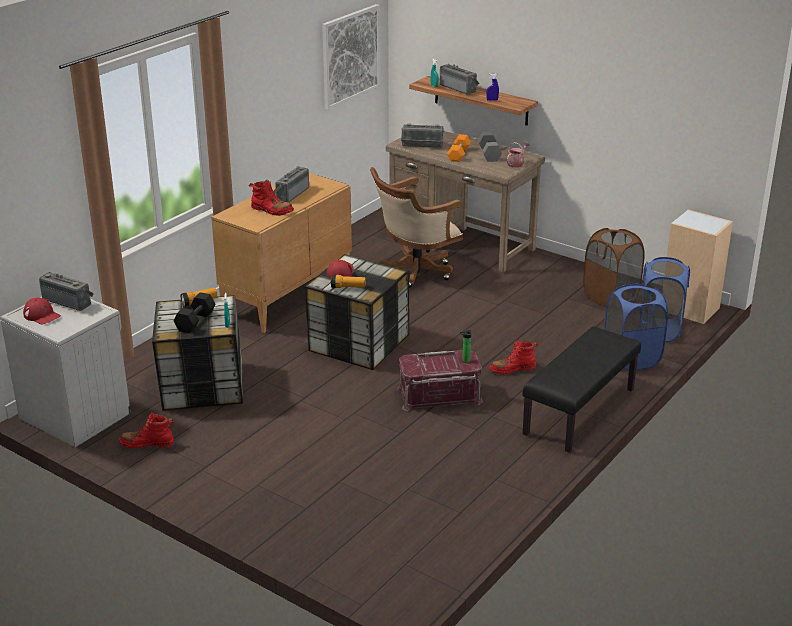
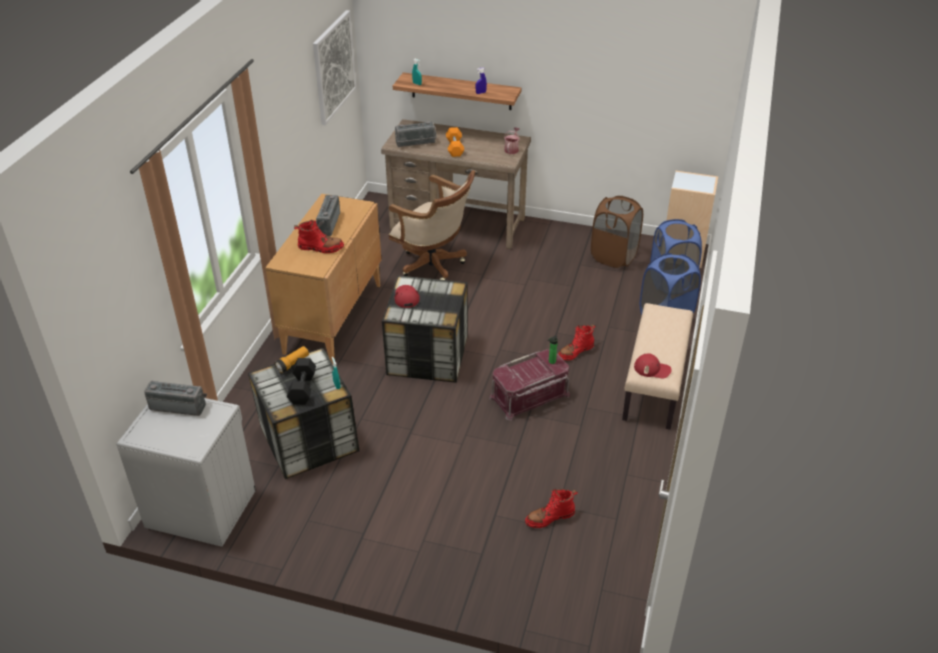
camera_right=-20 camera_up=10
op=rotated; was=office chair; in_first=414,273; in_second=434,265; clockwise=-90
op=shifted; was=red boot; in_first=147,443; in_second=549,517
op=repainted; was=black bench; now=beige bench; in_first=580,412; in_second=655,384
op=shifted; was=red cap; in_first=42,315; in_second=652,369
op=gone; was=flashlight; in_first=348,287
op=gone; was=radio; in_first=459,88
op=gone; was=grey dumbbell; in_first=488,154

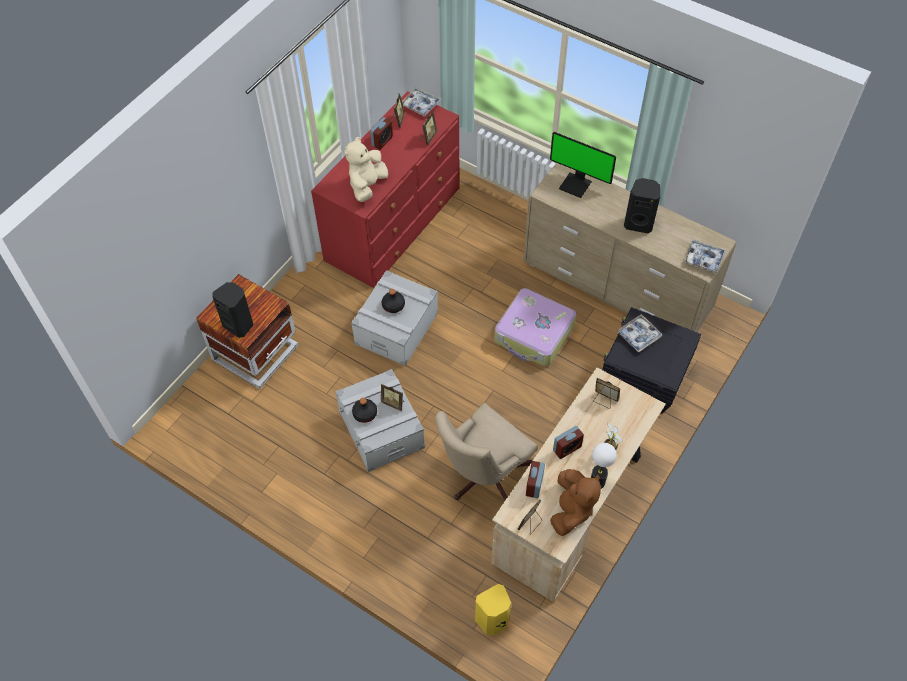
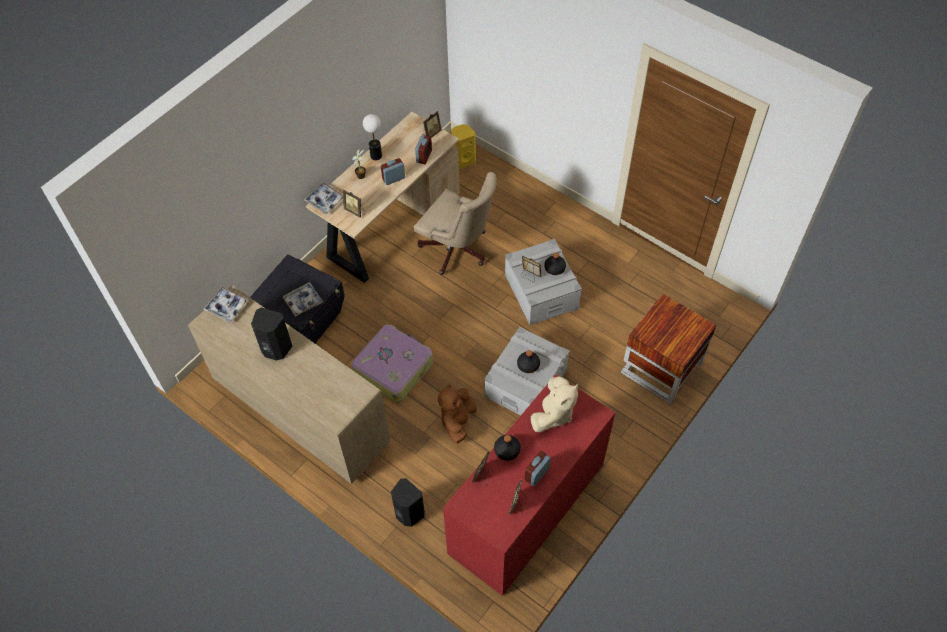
camera_right=-175 camera_up=0
op=shifted; was=tray; in_first=420,105; in_second=325,201
op=shifted; was=black speaker; in_first=239,325; in_second=408,514
op=rotated; was=beige office chair; in_first=483,476; in_second=458,251; clockwise=75
op=shifted; was=brown plush toy; in_first=571,510; in_second=457,421
op=new; now=black bottle; in_second=506,450
op=gone; was=monitor; in_first=576,184

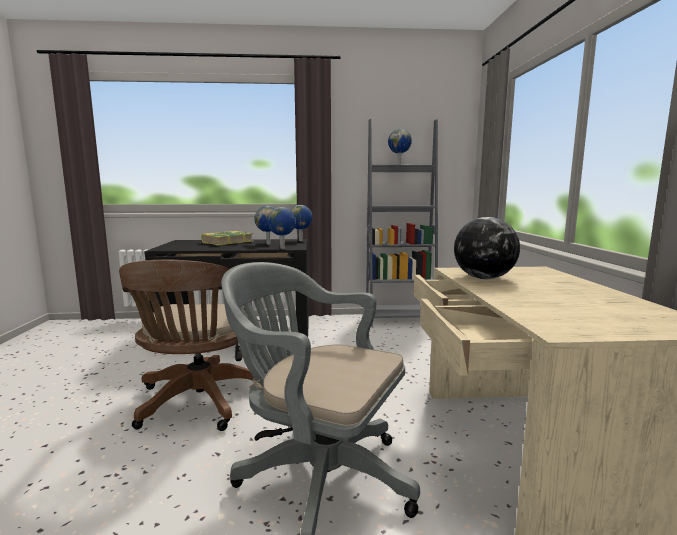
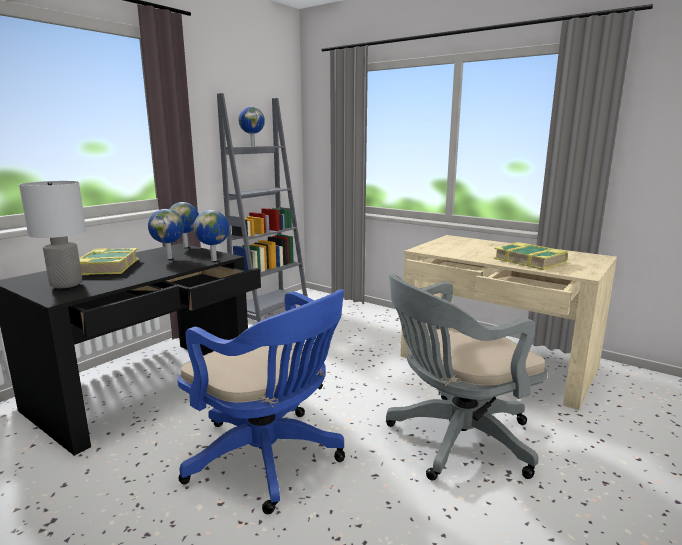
camera_right=-50 camera_up=5
op=new; now=grey table lamp; in_second=66,286
op=repainted; was=brown office chair; now=blue office chair; in_first=199,403; in_second=270,459
op=new; now=book; in_second=530,261
op=gone; was=globe; in_first=483,278

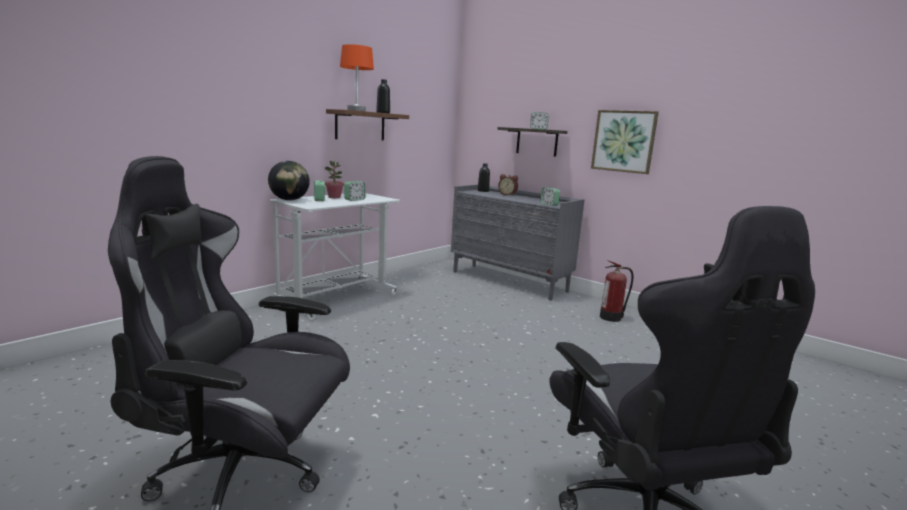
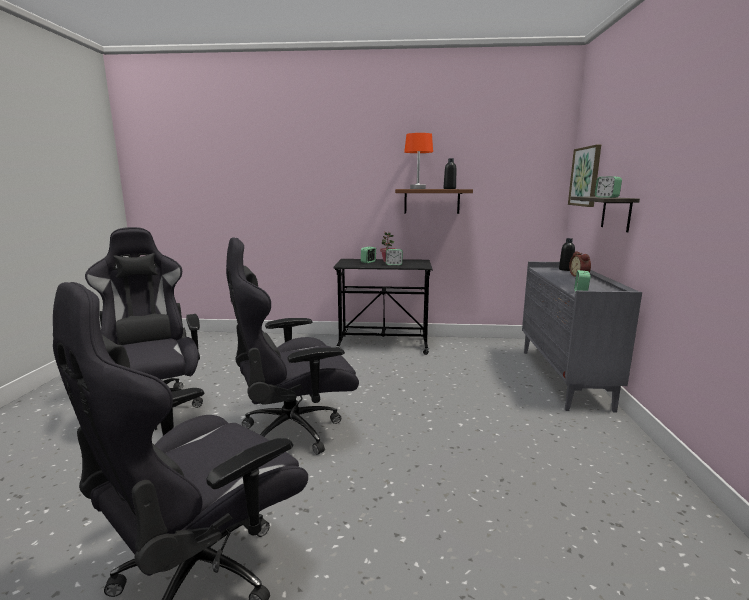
camera_right=55 camera_up=0
op=new; now=black office chair; in_second=297,430
op=repainted; was=white desk; now=black desk; in_first=338,298; in_second=383,344
op=shifted; was=picture; in_first=624,141; in_second=585,176
op=gone; was=globe; in_first=289,200
op=gone; was=fire extinguisher; in_first=611,317

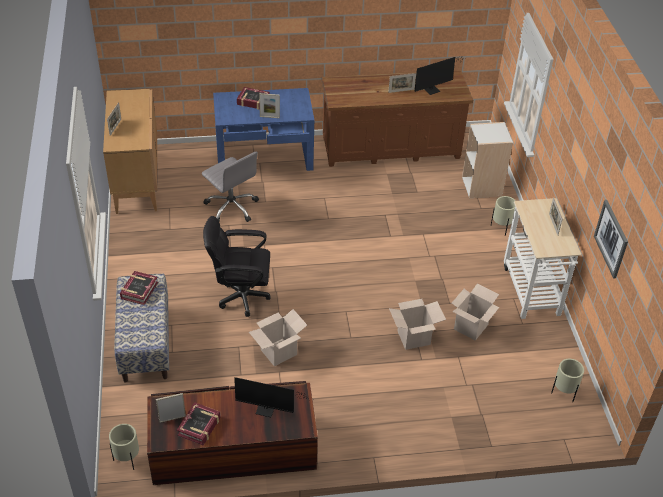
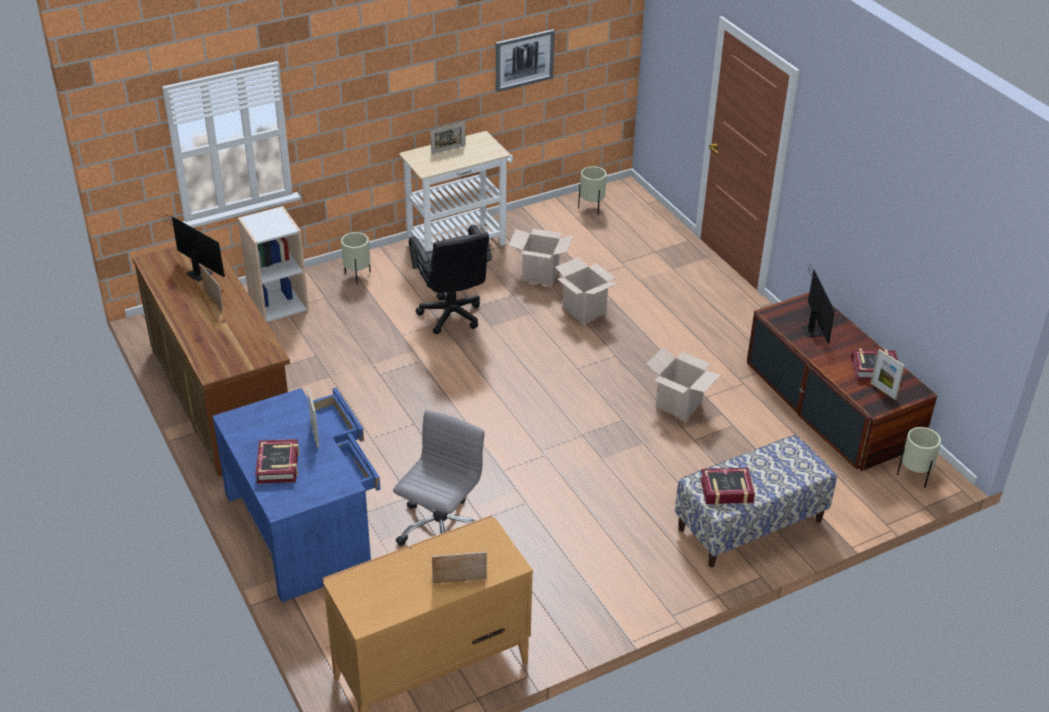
camera_right=-110 camera_up=-5
op=shifted; was=black office chair; in_first=240,299; in_second=453,318

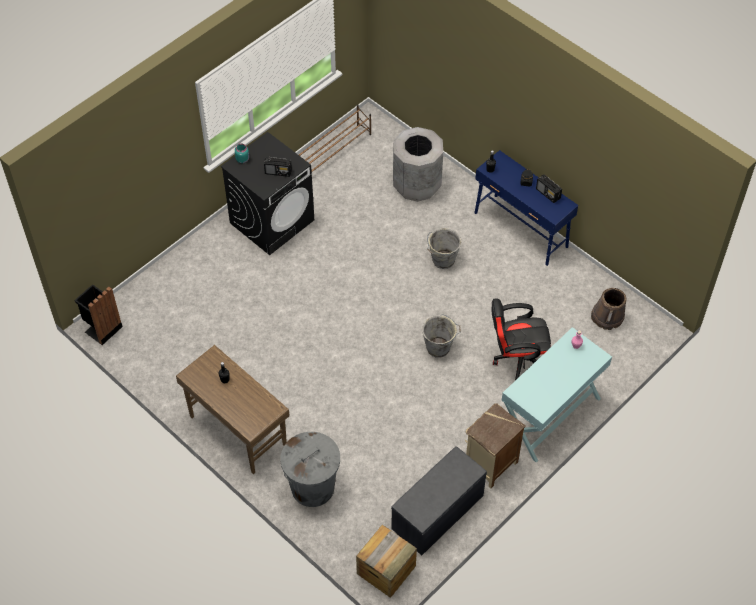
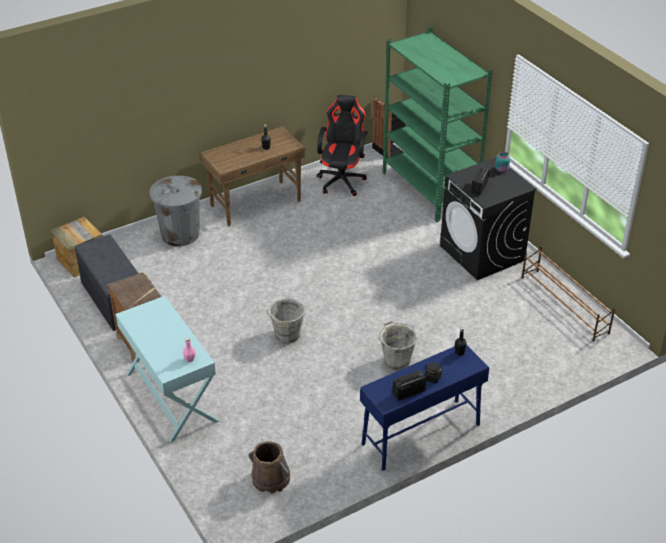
camera_right=105 camera_up=-15
op=shifted; was=black office chair; in_first=515,360; in_second=342,180
op=new; now=green bookcase; in_second=429,189
op=gone; was=grey trash can; in_first=417,185

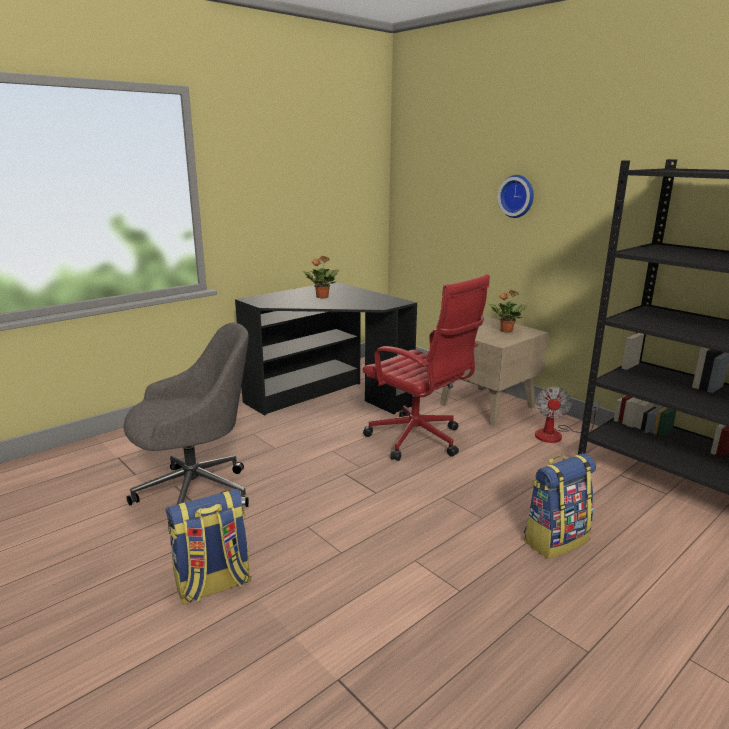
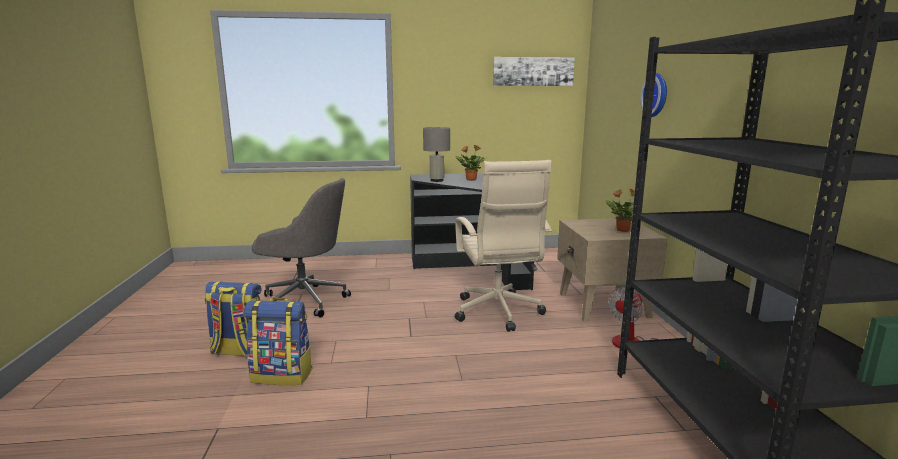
camera_right=35 camera_up=-5
op=shifted; was=backpack; in_first=555,539; in_second=282,375
op=new; now=grey table lamp; in_second=437,180
op=repainted; was=red office chair; now=beige office chair; in_first=419,440; in_second=499,313
op=new; now=picture; in_second=533,71

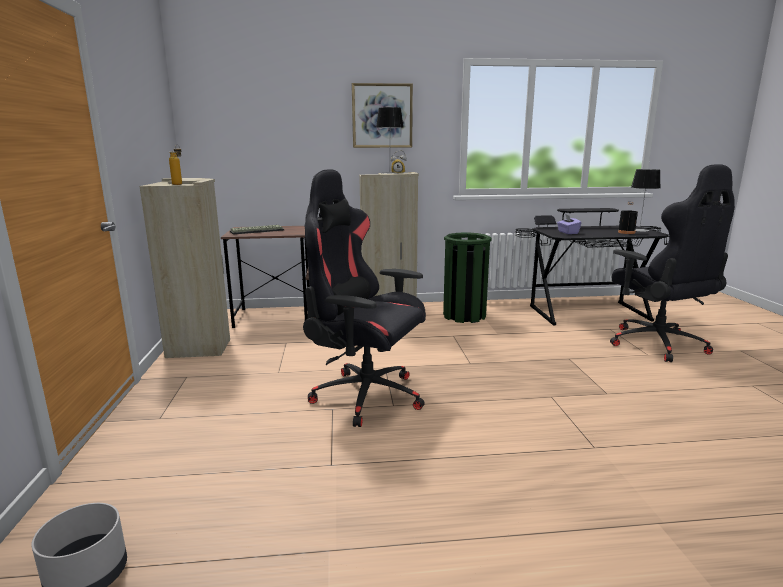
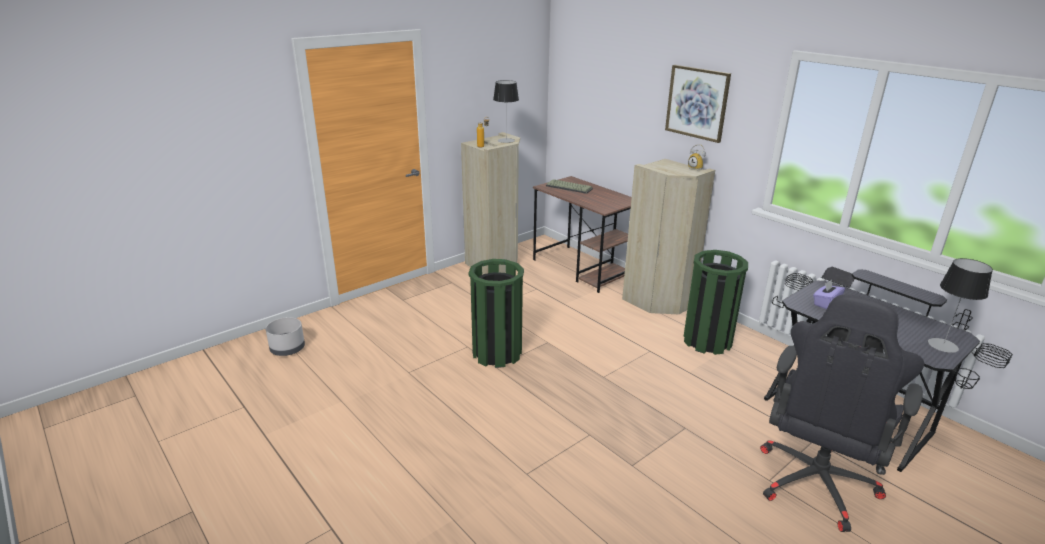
camera_right=55 camera_up=10
op=swapped; was=black office chair; now=green trash can; in_first=369,396; in_second=497,353
op=shifted; was=table lamp; in_first=390,173; in_second=506,140
op=gone; was=black bottle; in_first=626,232

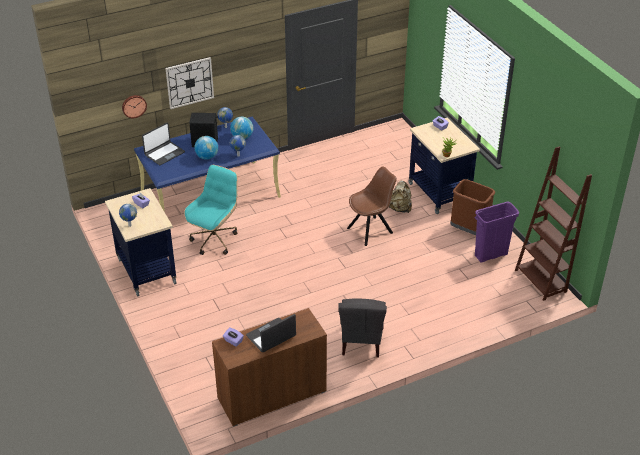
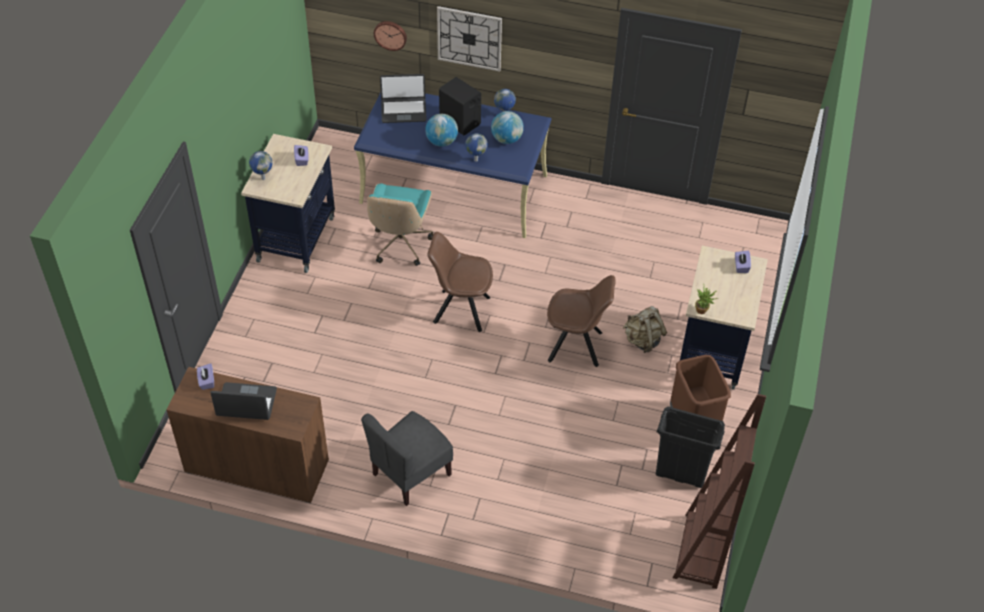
camera_right=40 camera_up=10
op=rotated; was=turquoise office chair; in_first=215,240; in_second=400,246; clockwise=120
op=new; now=brown chair; in_second=461,310
op=repainted; was=purple trash can; now=black trash can; in_first=491,255; in_second=681,474

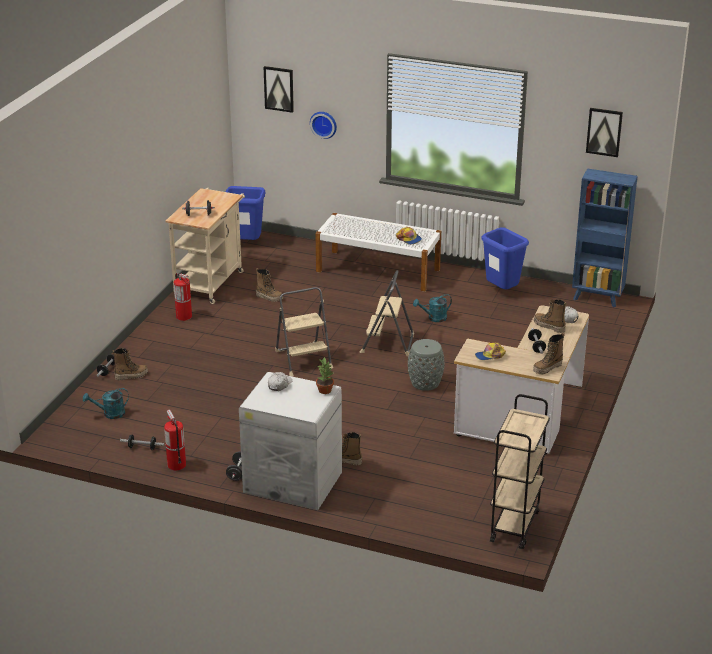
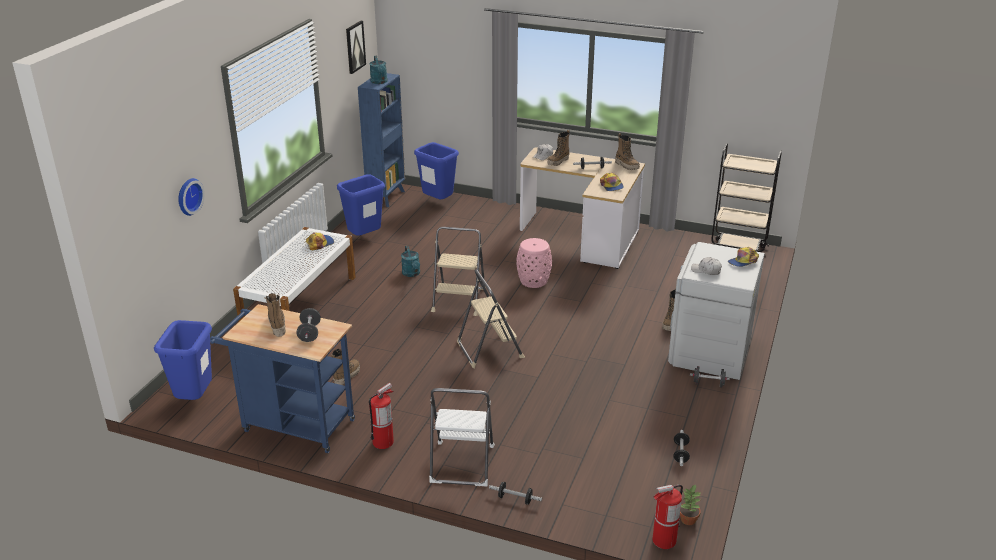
camera_right=-90 camera_up=0
op=repainted; was=beige cart; now=blue cart; in_first=211,281; in_second=293,424
op=shifted; was=boot; in_first=131,376; in_second=277,325
op=shifted; was=turquoise watering can; in_first=110,414; in_second=379,82
op=new; now=blue trash can; in_second=437,202
op=new; now=white step ladder; in_second=461,465
op=repainted; was=grey stool; now=pink stool; in_first=425,383; in_second=533,281
op=shifted; was=fire extinguisher; in_first=176,465; in_second=664,540
op=shifted; was=potted plant; in_first=324,390; in_second=688,520
op=new; now=cap; in_second=743,261
op=gone; was=picture; in_first=279,88

